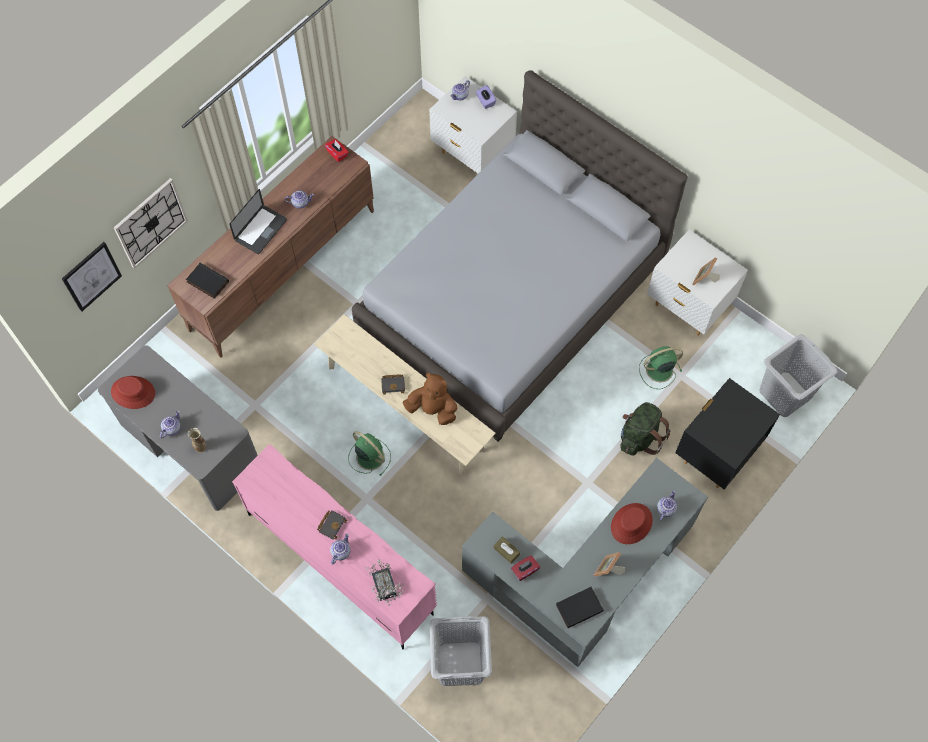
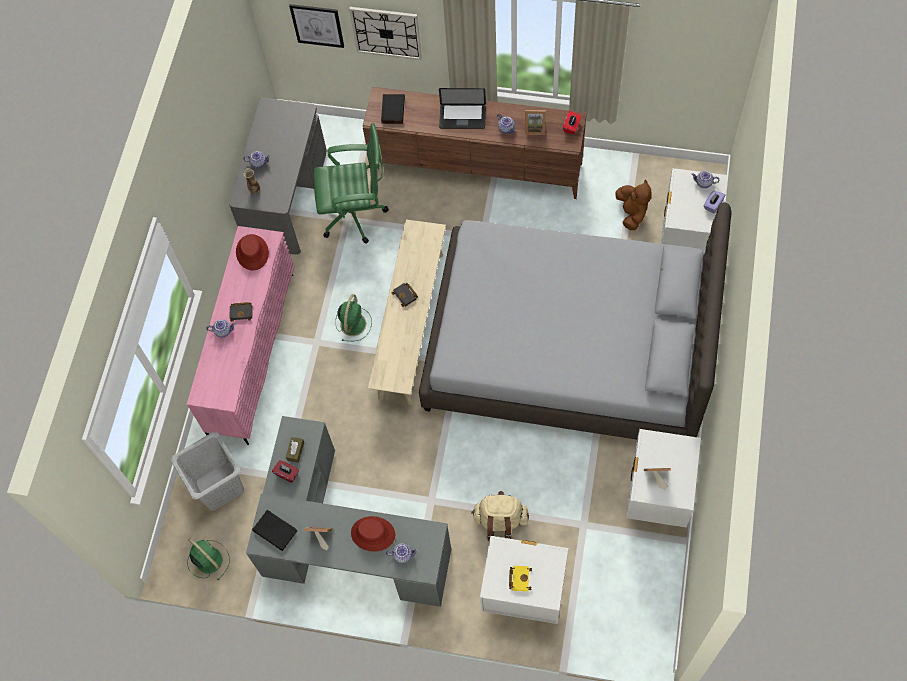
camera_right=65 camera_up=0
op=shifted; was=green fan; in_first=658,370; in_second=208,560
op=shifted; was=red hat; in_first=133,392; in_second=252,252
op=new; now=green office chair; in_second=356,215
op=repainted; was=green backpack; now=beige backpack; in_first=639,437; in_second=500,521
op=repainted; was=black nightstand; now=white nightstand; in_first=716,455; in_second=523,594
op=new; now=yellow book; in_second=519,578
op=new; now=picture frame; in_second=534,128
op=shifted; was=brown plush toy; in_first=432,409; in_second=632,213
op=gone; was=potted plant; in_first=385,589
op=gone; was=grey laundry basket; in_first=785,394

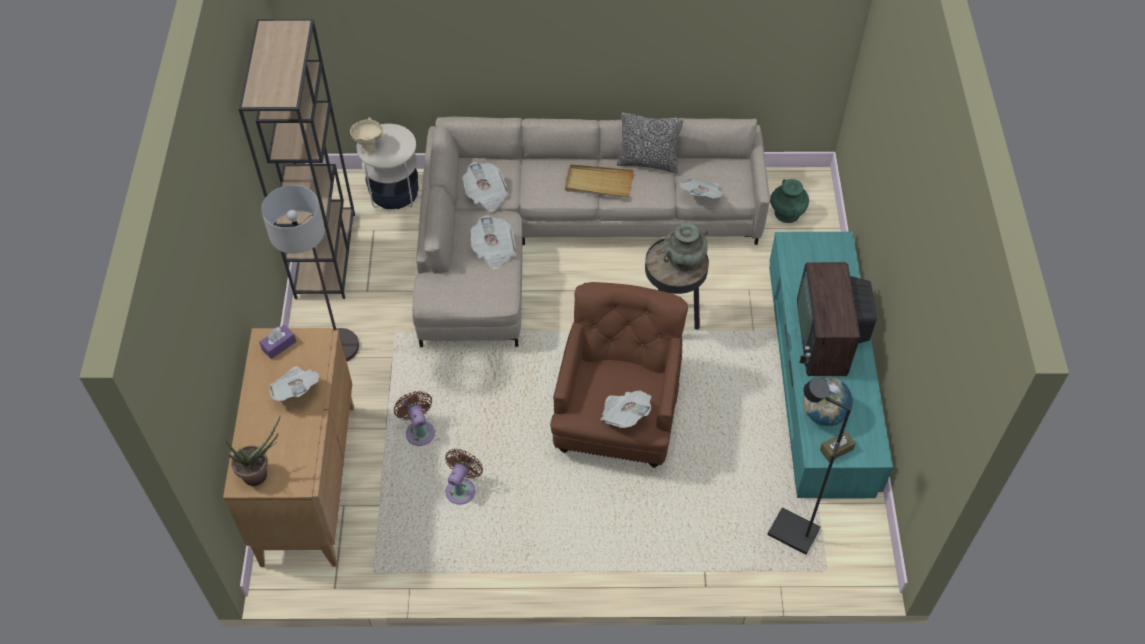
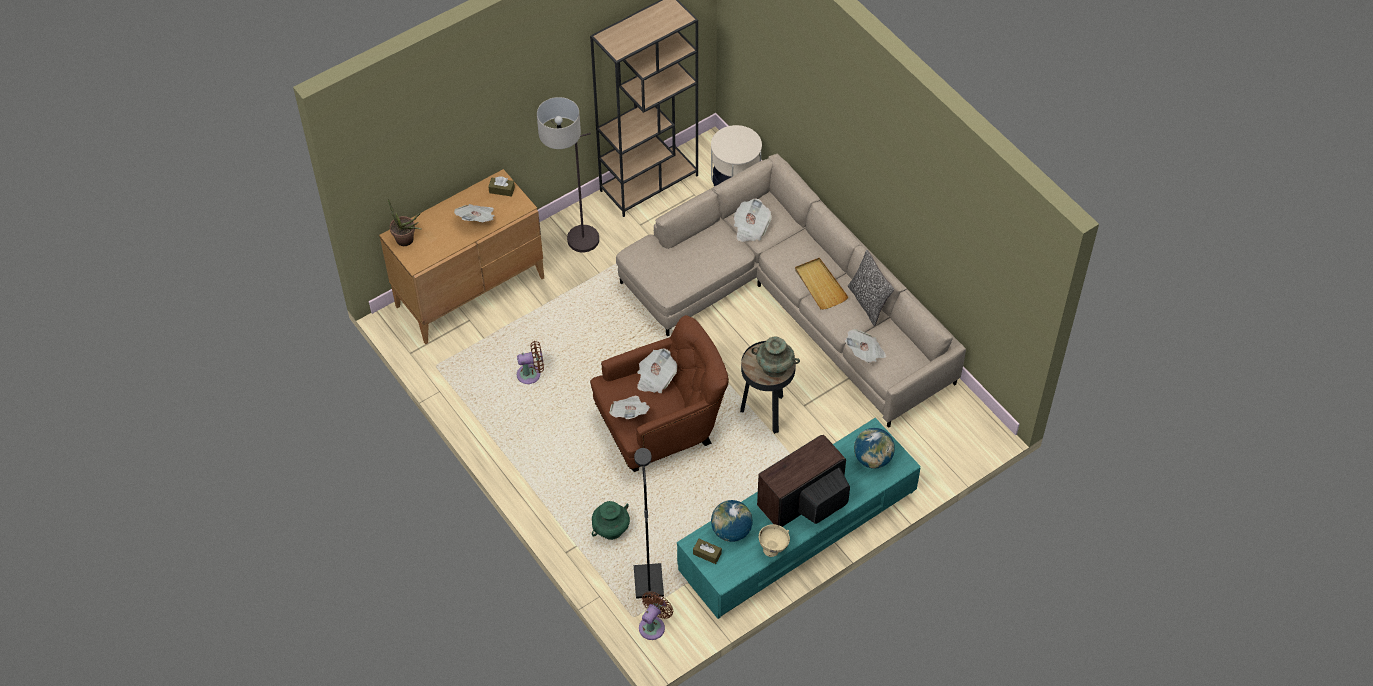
camera_right=55 camera_up=0
op=repainted; was=purple tissue box; now=brown tissue box; in_first=279,345; in_second=502,190
op=shifted; was=green vase; in_first=787,213; in_second=611,530
op=shifted; was=newspaper; in_first=493,250; in_second=655,378
op=shifted; was=brown fan; in_first=419,430; in_second=653,625
op=shifted; was=beige bowl; in_first=369,146; in_second=773,549
op=new; now=globe; in_second=872,459

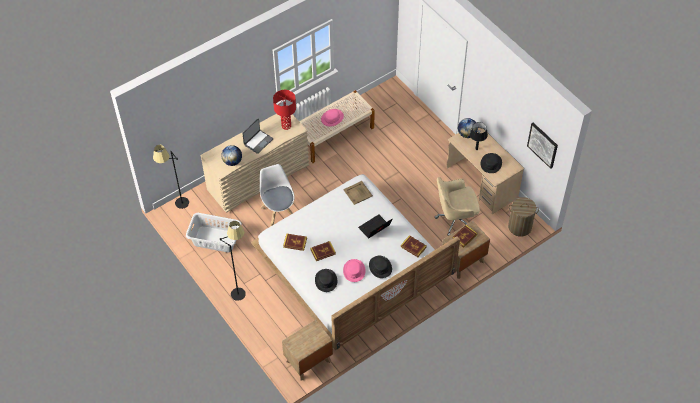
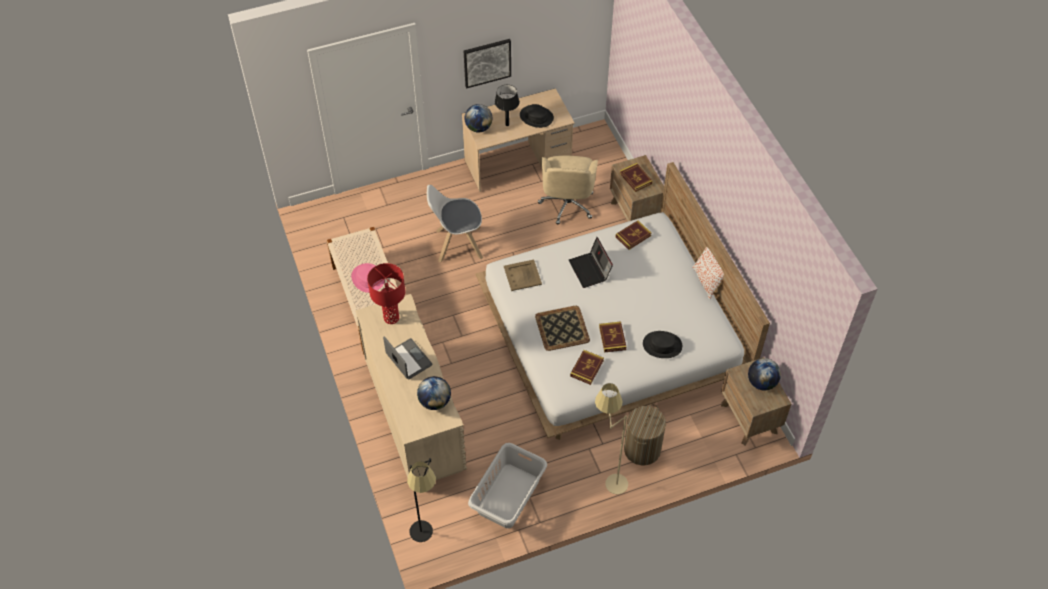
camera_right=-75 camera_up=0
op=shifted; was=chair; in_first=279,213; in_second=457,244
op=shifted; was=picture; in_first=543,145; in_second=487,62
op=new; now=tray; in_second=561,329
op=repainted; was=black floor lamp; now=beige floor lamp; in_first=240,288; in_second=607,478
op=shifted; was=laundry basket; in_first=519,227; in_second=642,449
op=new; now=globe; in_second=761,382
op=gone; was=pink hat; in_first=354,271
op=gone; was=black hat; in_first=380,267

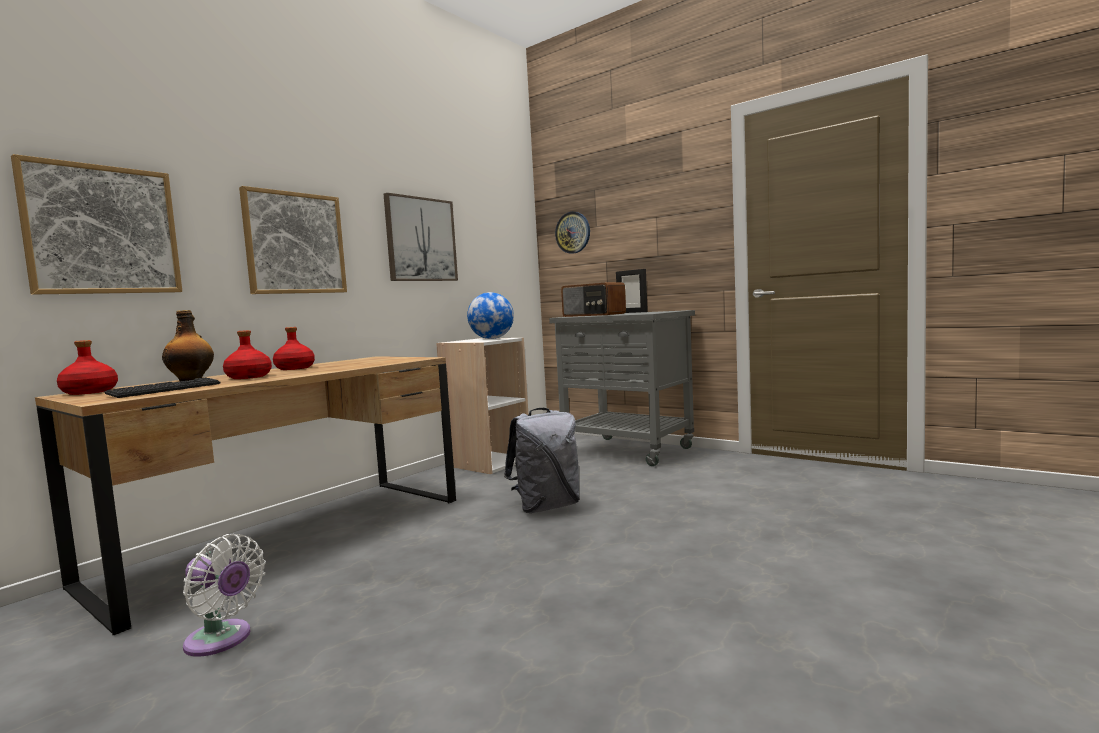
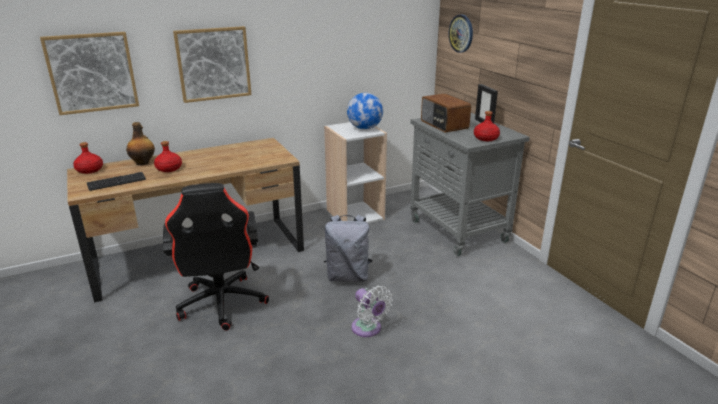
camera_right=25 camera_up=20
op=new; now=black office chair; in_second=221,308
op=shifted; was=white fan; in_first=222,640; in_second=368,329
op=shifted; was=red bottle; in_first=295,368; in_second=486,138
op=gone; was=picture; in_first=420,239

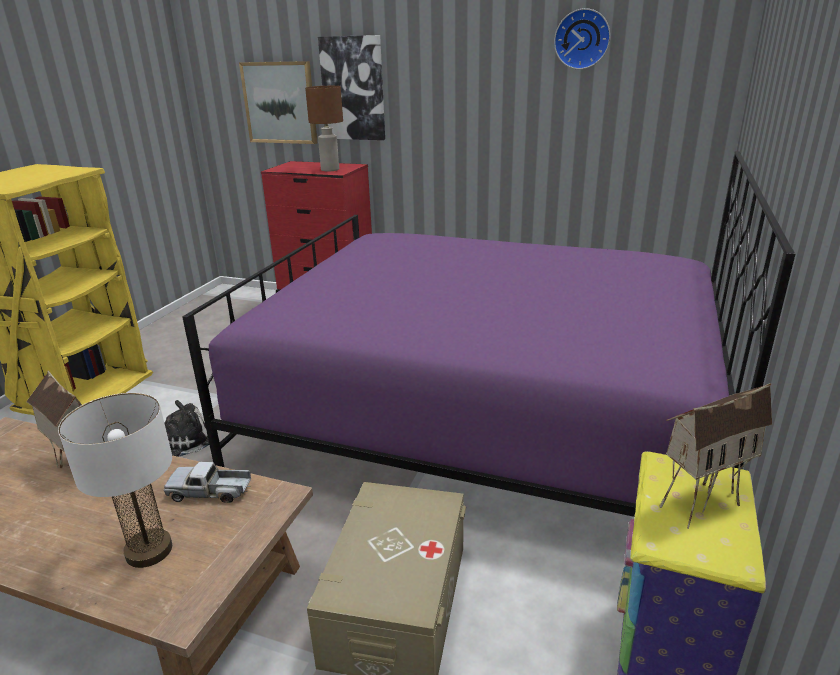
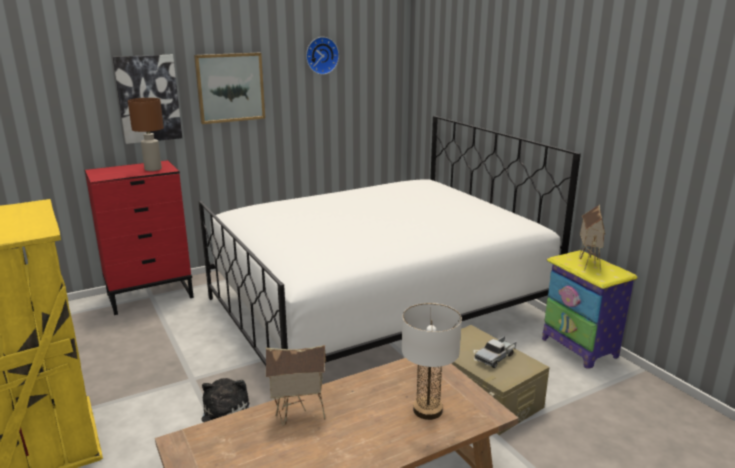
camera_right=-50 camera_up=-5
op=shifted; was=picture; in_first=280,103; in_second=230,87
op=repainted; was=purple bed; now=white bed; in_first=484,419; in_second=377,309
op=shifted; was=toy truck; in_first=210,491; in_second=496,357

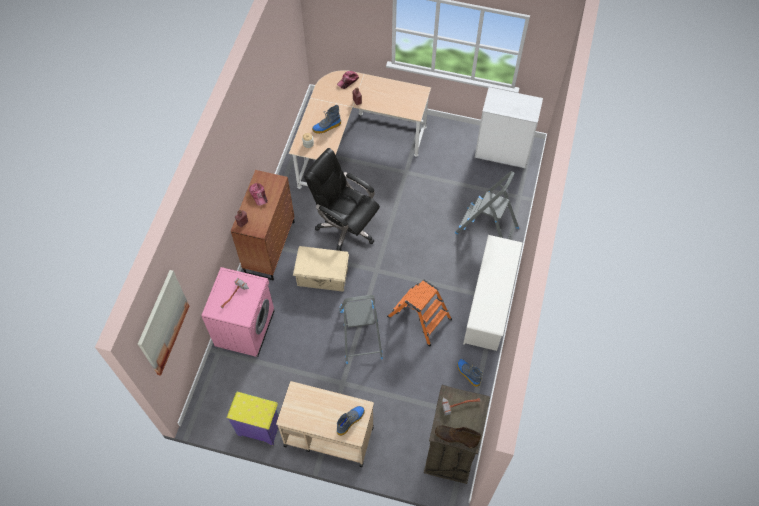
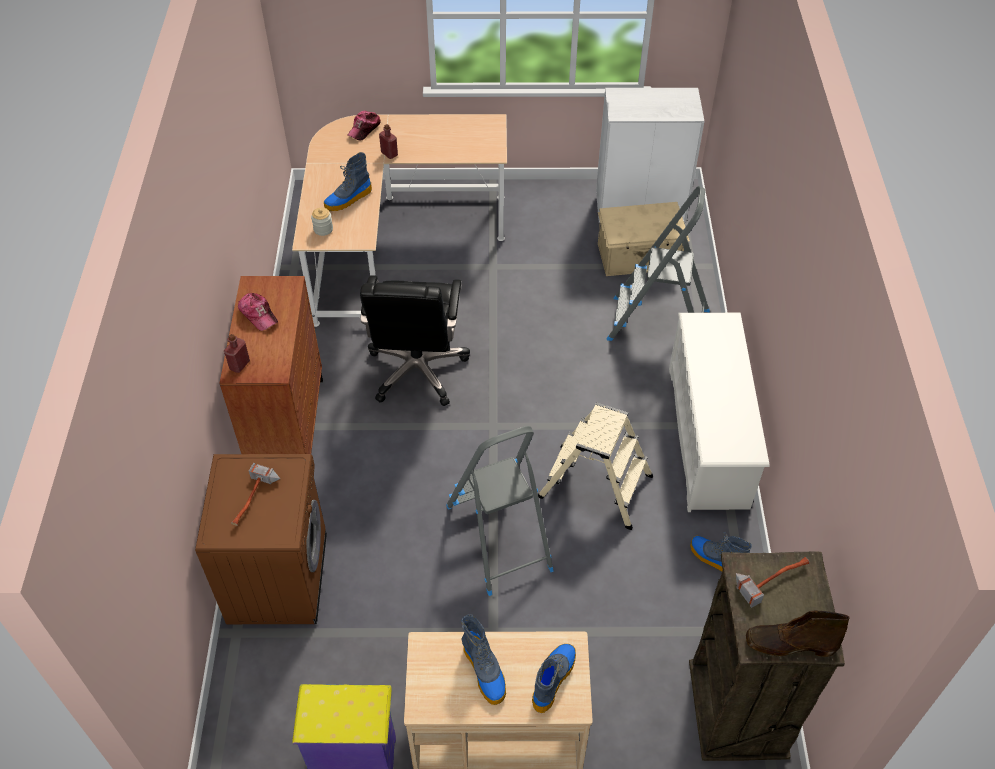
camera_right=-15 camera_up=-10
op=repainted; was=pink washing machine; now=brown washing machine; in_first=246,328; in_second=281,577
op=rotated; was=black office chair; in_first=346,227; in_second=417,369; clockwise=-105
op=new; now=boot; in_second=485,672
op=repainted; was=orange step ladder; now=beige step ladder; in_first=419,318; in_second=595,486
op=shifted; was=beige storage box; in_first=323,276; in_second=639,257
op=gone; was=picture; in_first=162,323

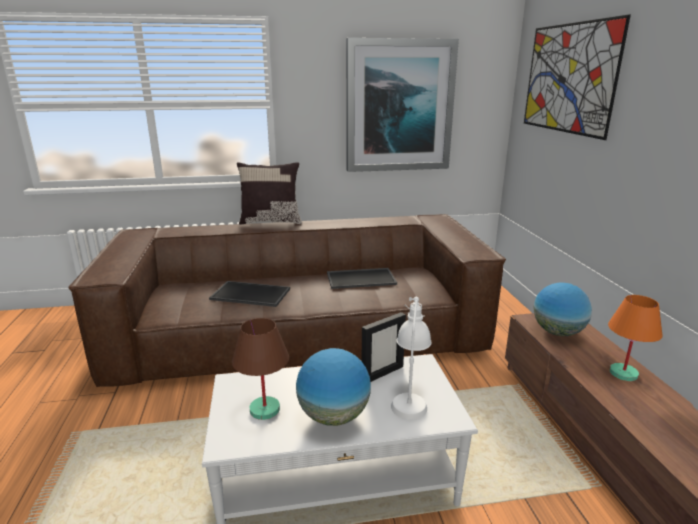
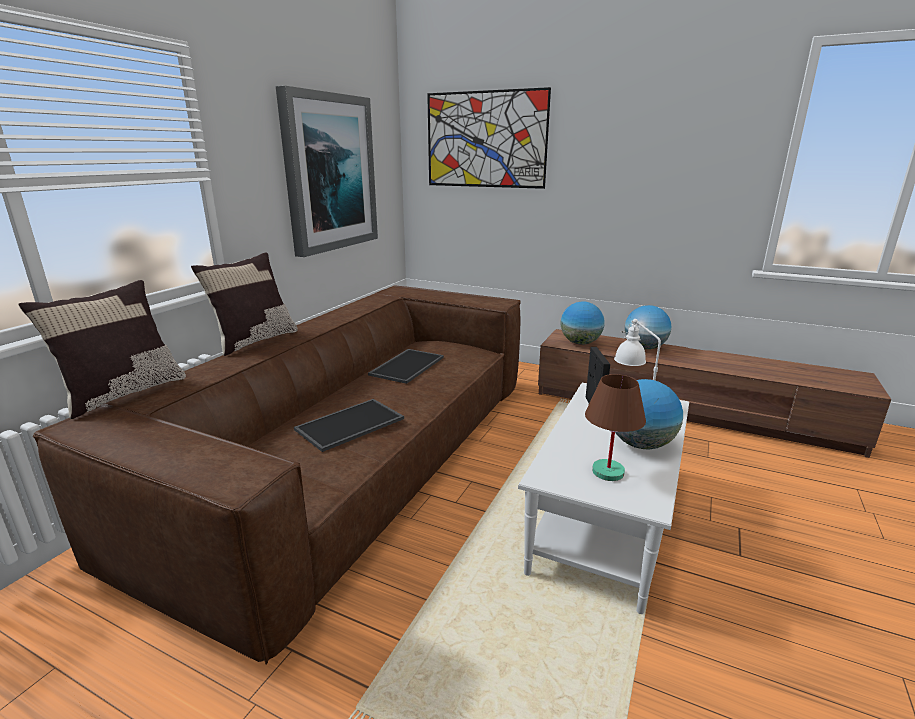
camera_right=-55 camera_up=0
op=new; now=pillow; in_second=123,394
op=swapped; was=orange table lamp; now=globe; in_first=624,374; in_second=645,348

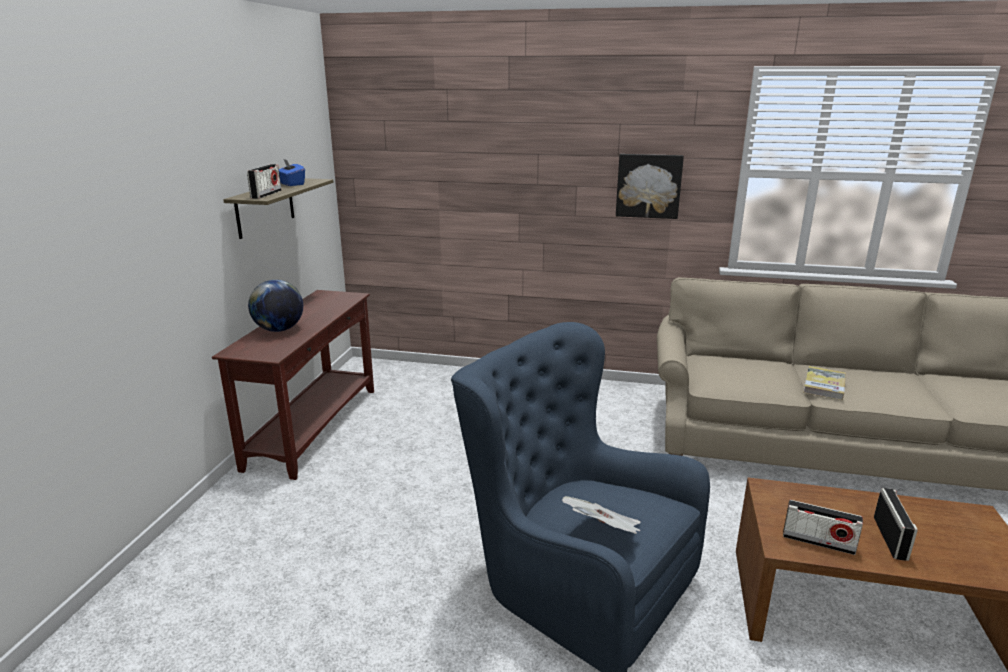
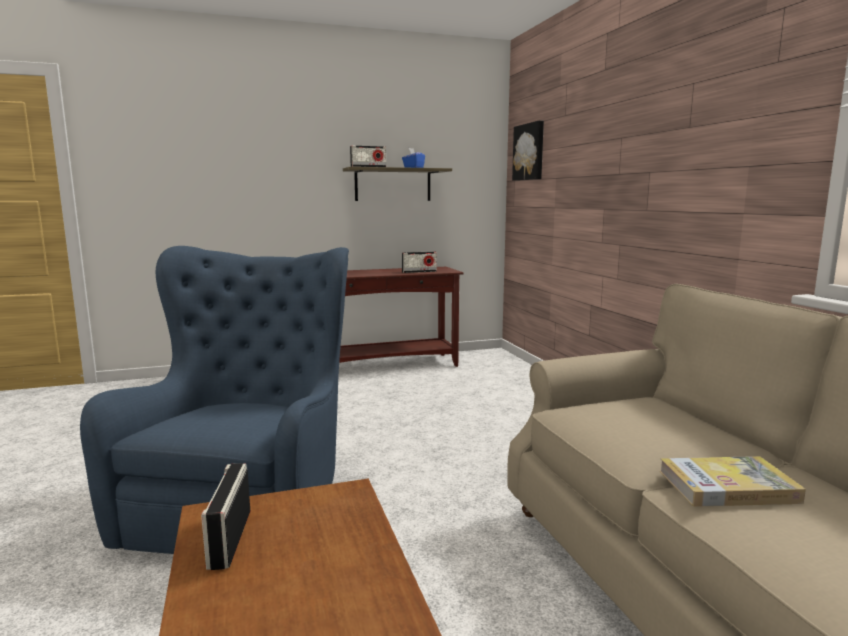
camera_right=60 camera_up=-10
op=shifted; was=radio; in_first=890,538; in_second=419,272
op=shifted; was=picture; in_first=648,186; in_second=529,152
op=gone; was=globe; in_first=279,329
op=gone; was=newspaper; in_first=603,532

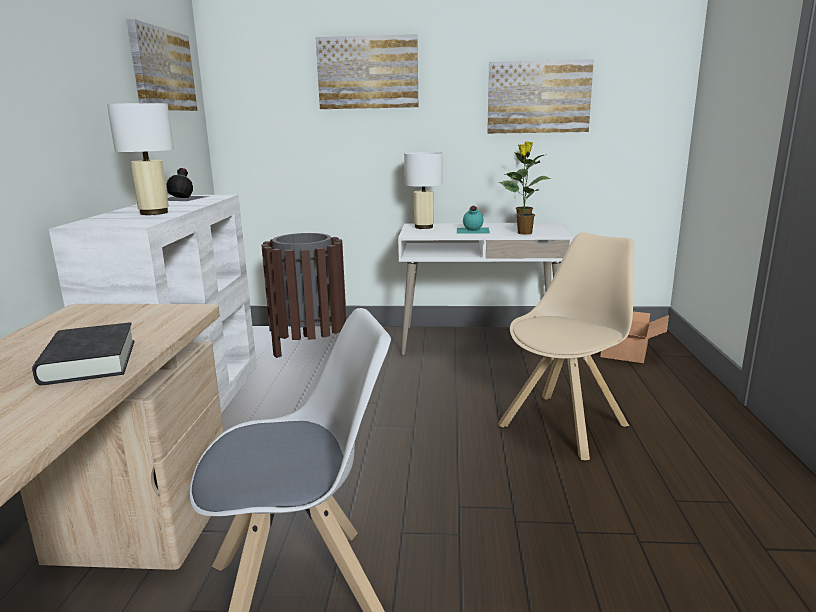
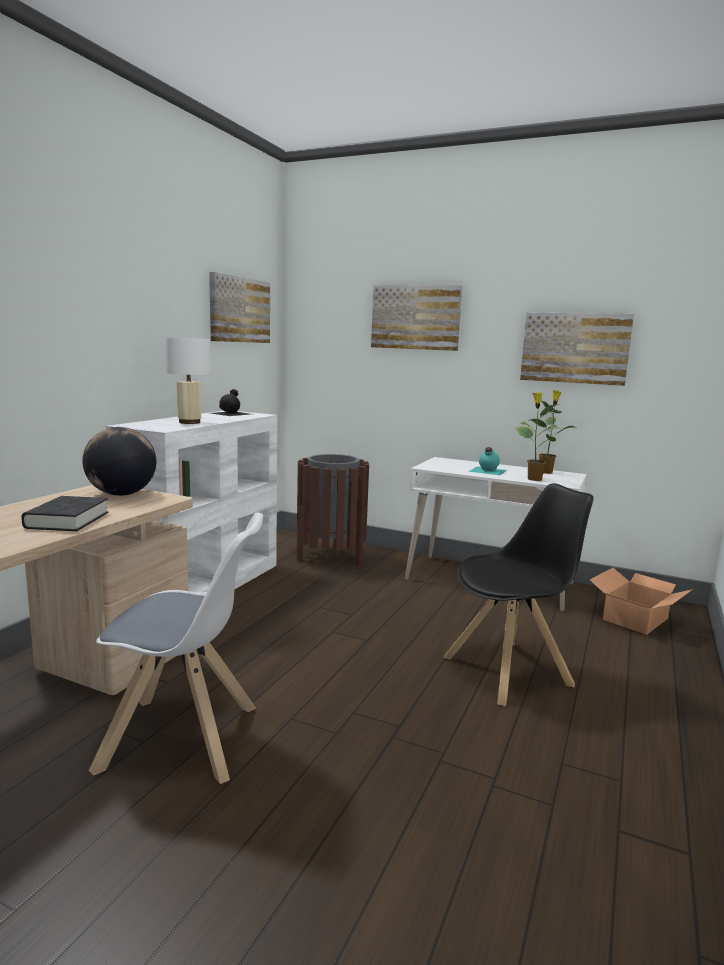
camera_right=20 camera_up=-5
op=new; now=globe; in_second=121,494
op=repainted; was=beige chair; now=black chair; in_first=565,423; in_second=510,670
op=gone; was=white table lamp; in_first=424,227

